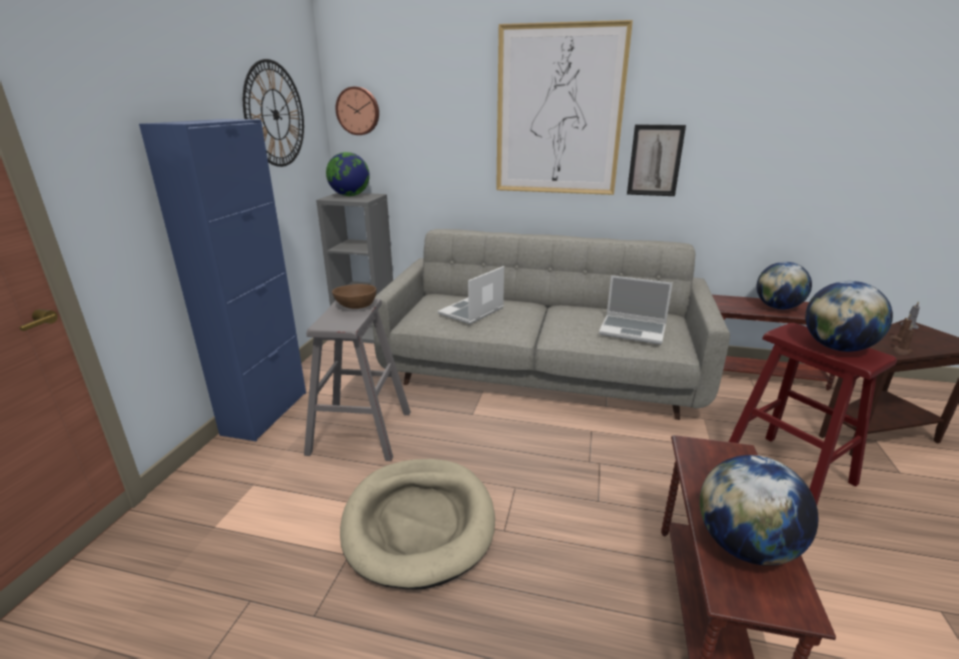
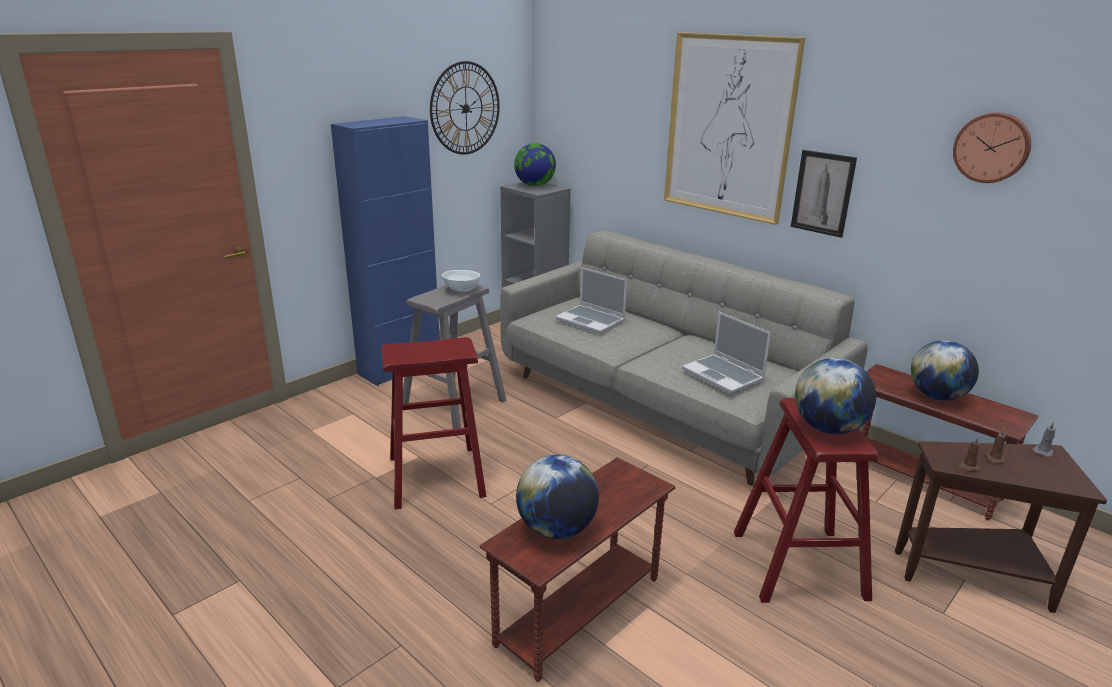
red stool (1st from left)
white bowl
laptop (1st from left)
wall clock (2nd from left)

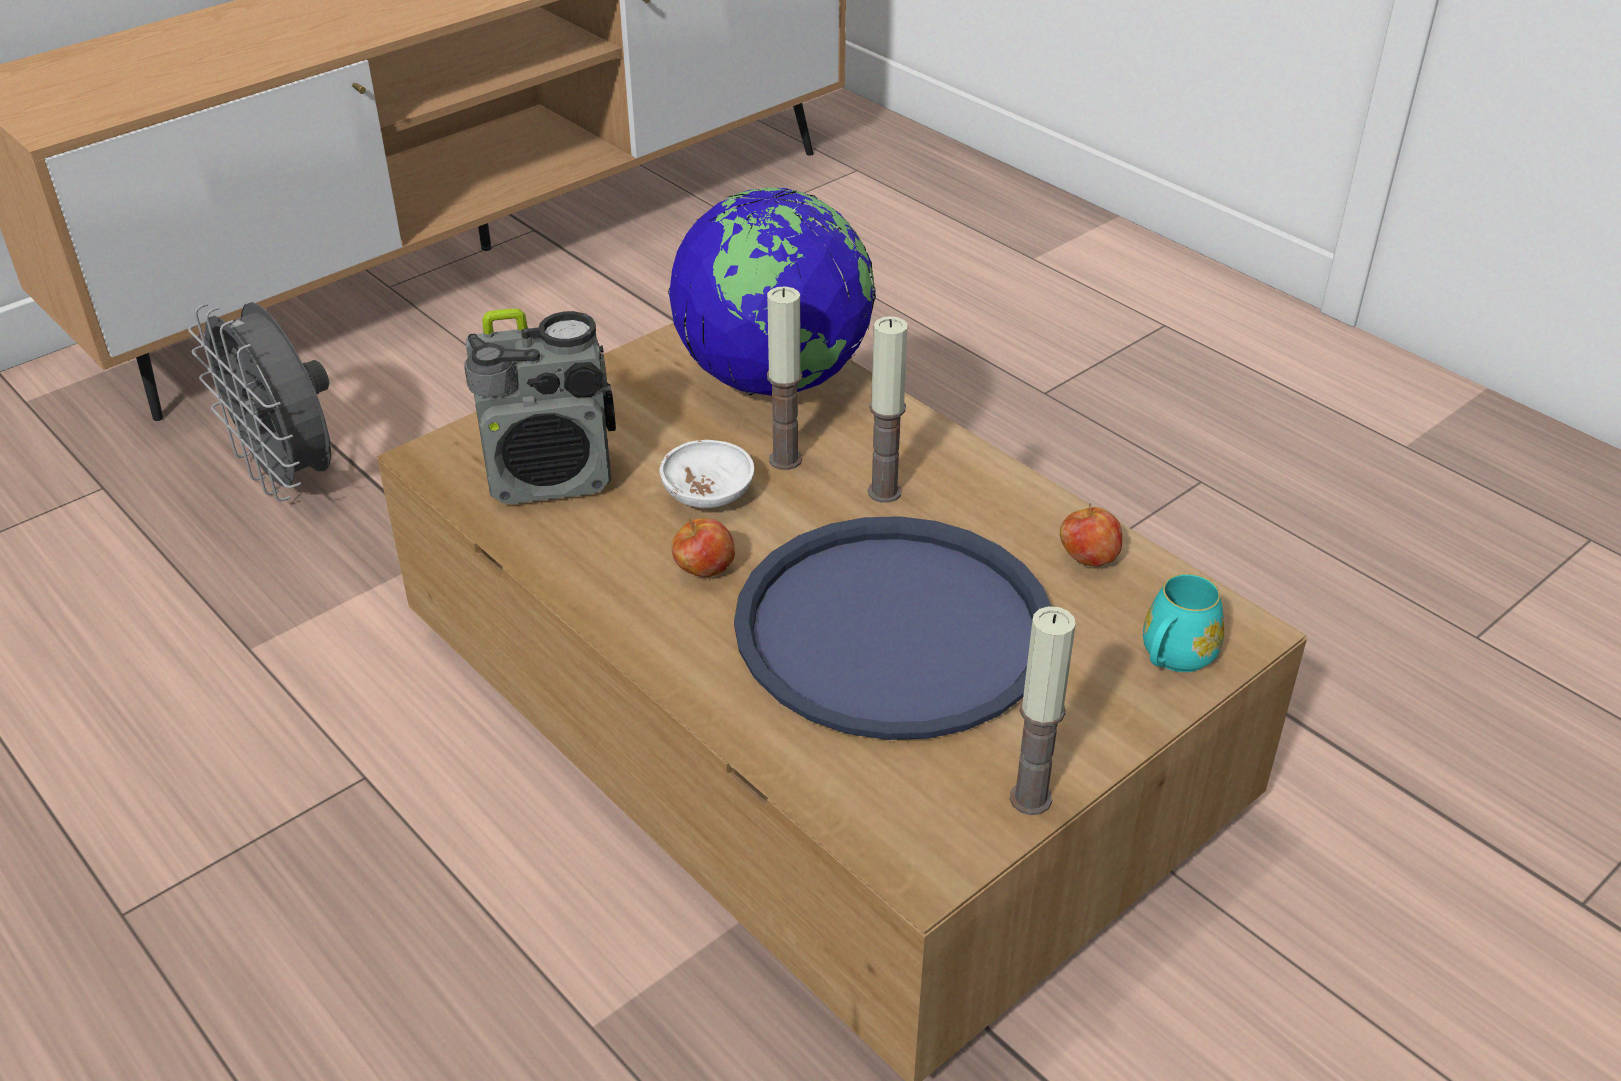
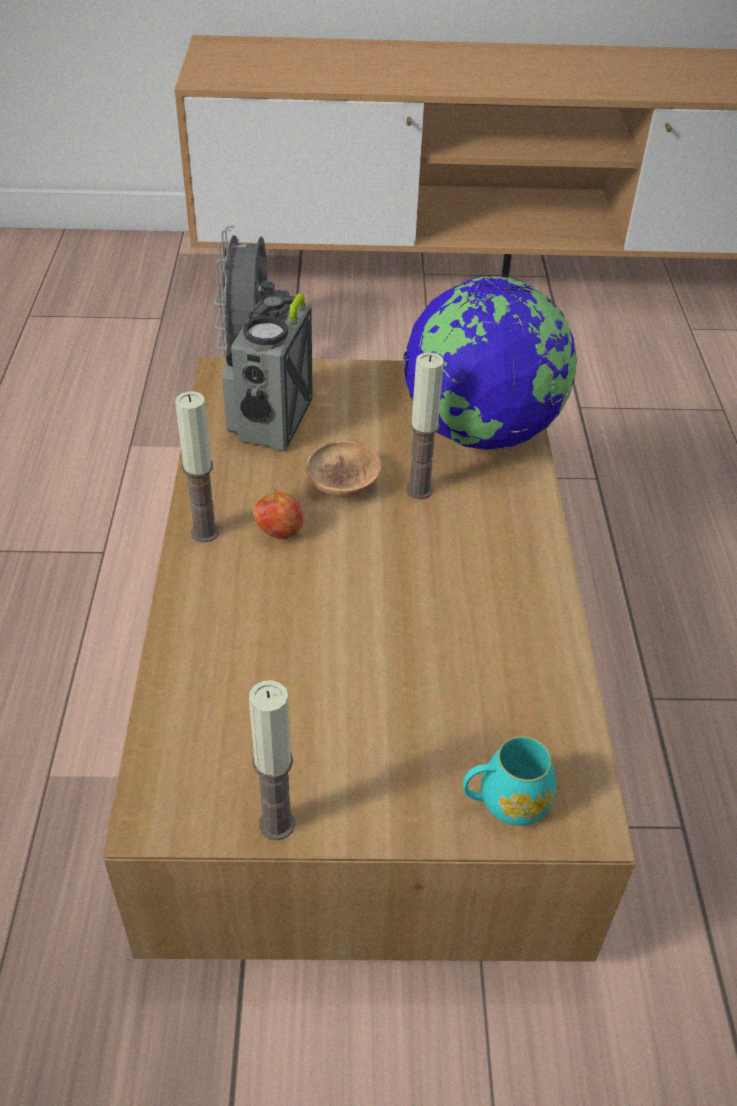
candle (1st from left)
radio
brown bowl
blue tray
apple (2nd from left in the first image)

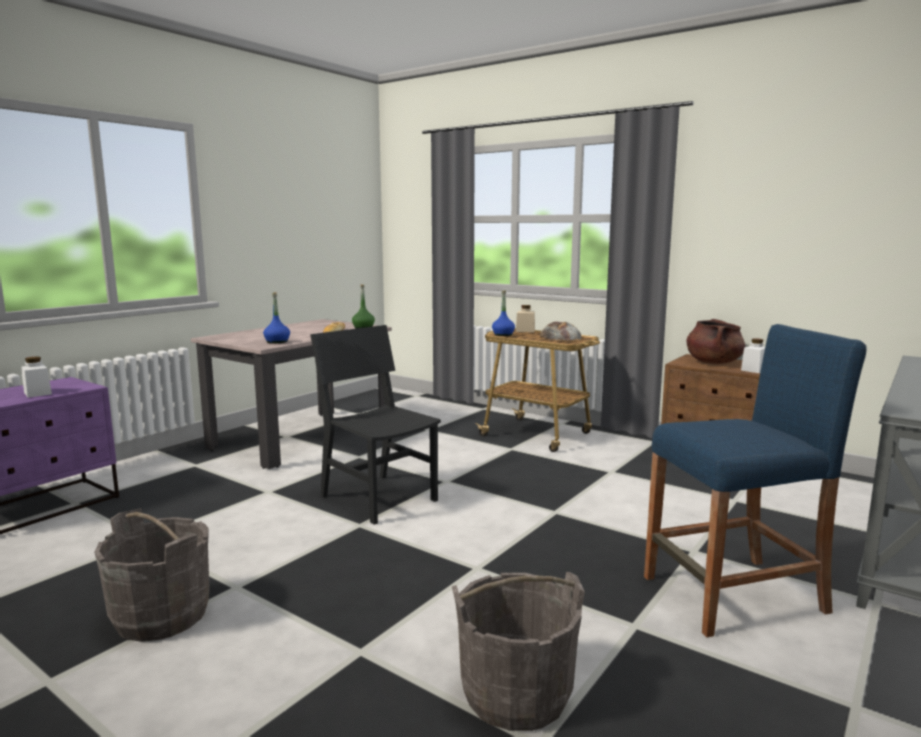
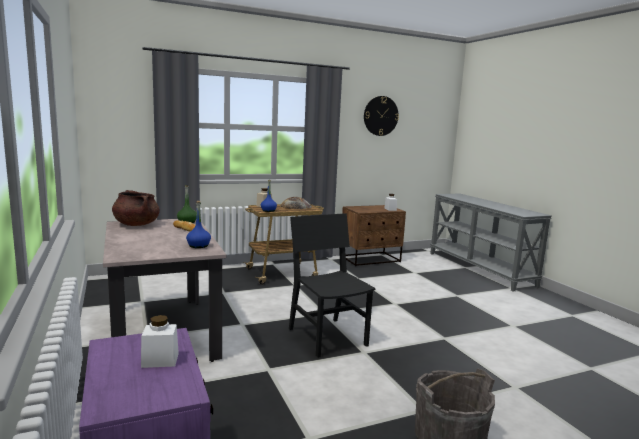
brown cooking pot
black chair
wall clock
grey bucket (2nd from left in the first image)
blue stool

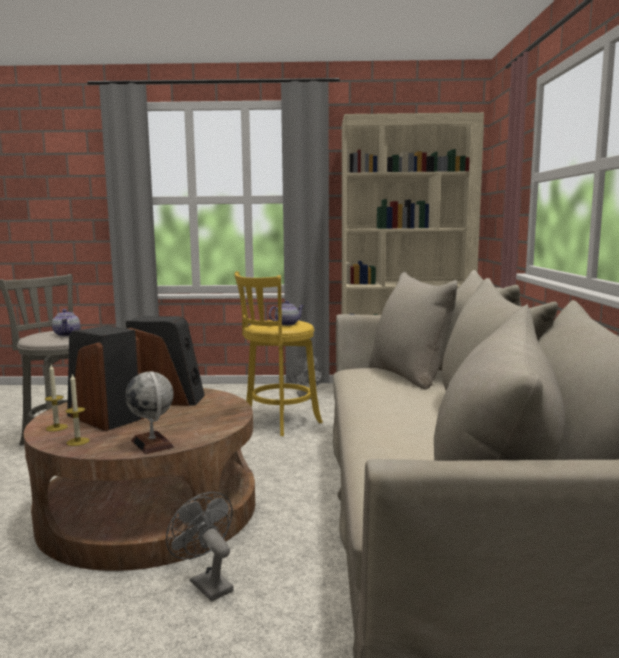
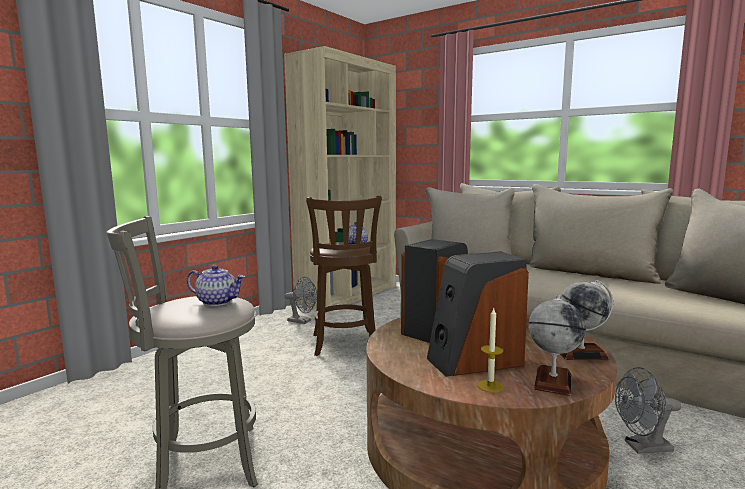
brown stool
globe (1st from left)

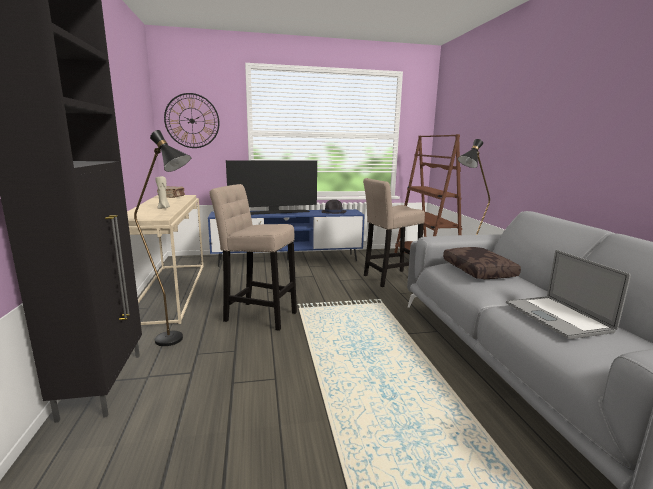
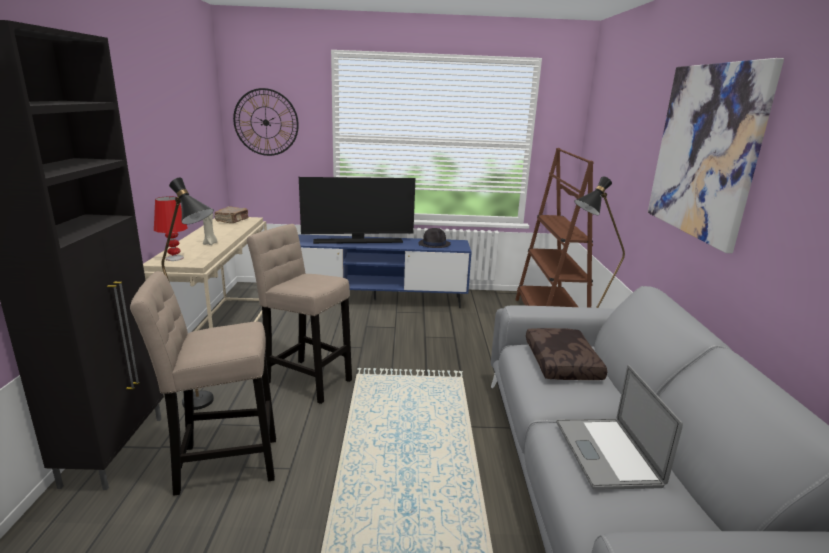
beige stool (1st from left)
red table lamp
picture

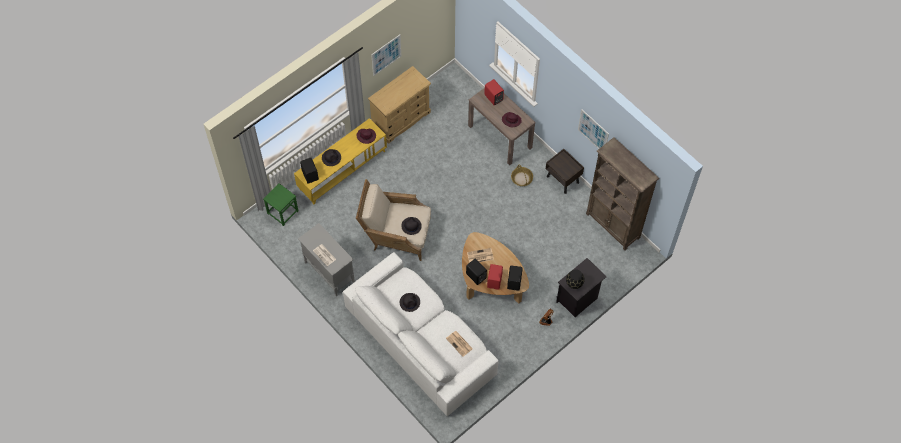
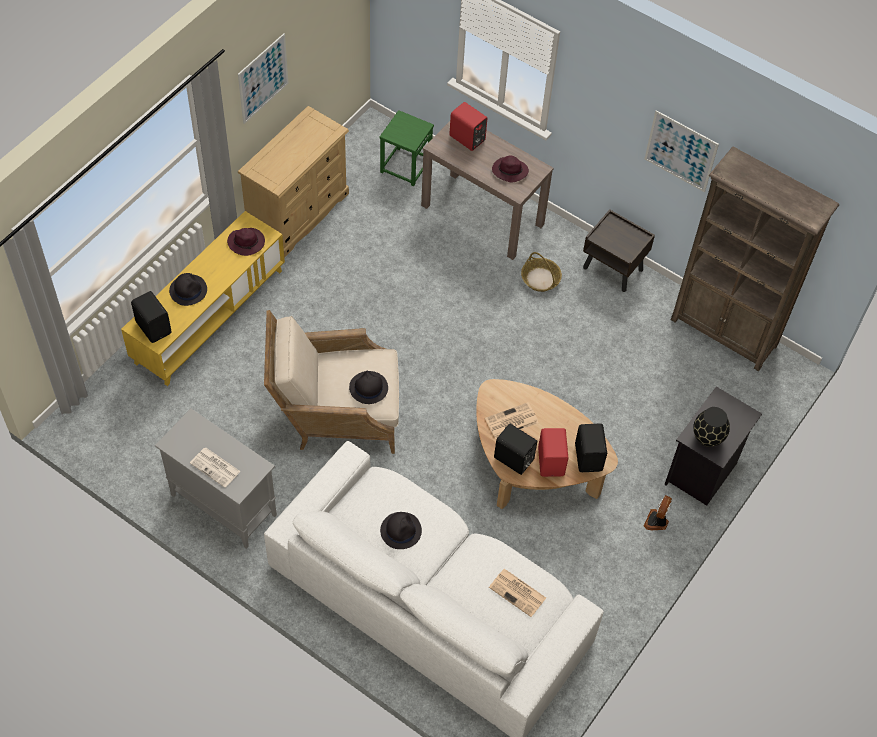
green stool

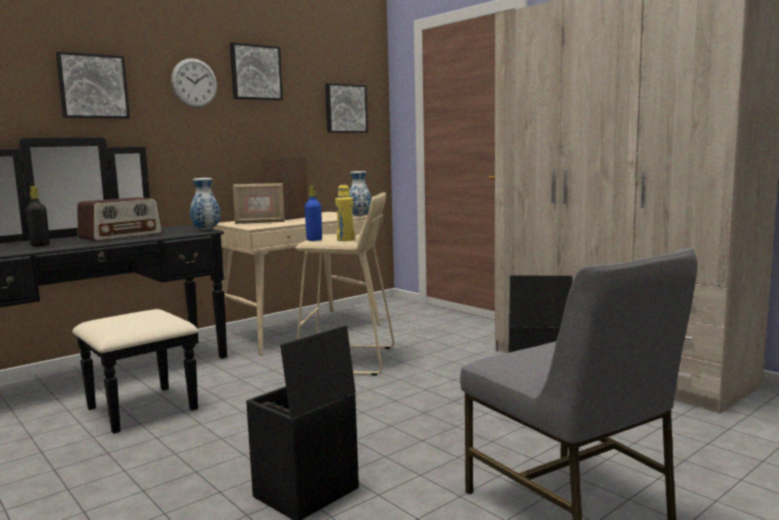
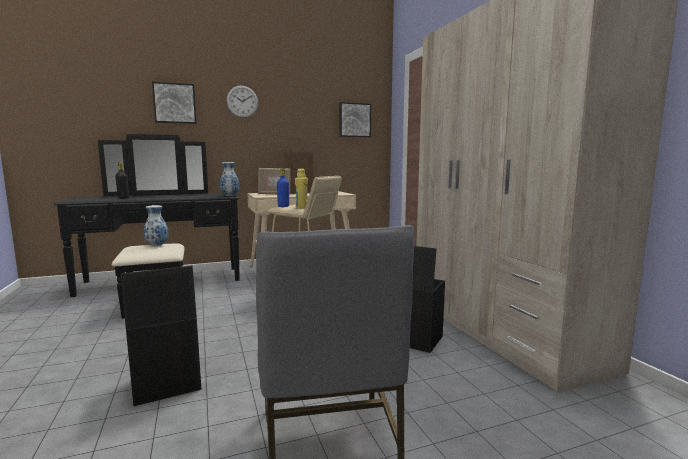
vase (1st from left)
radio
picture (2nd from left in the first image)

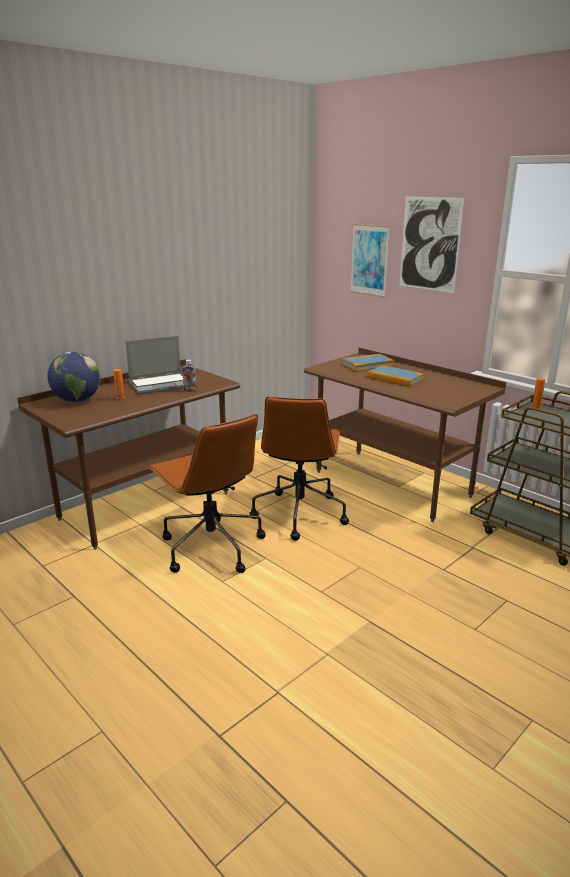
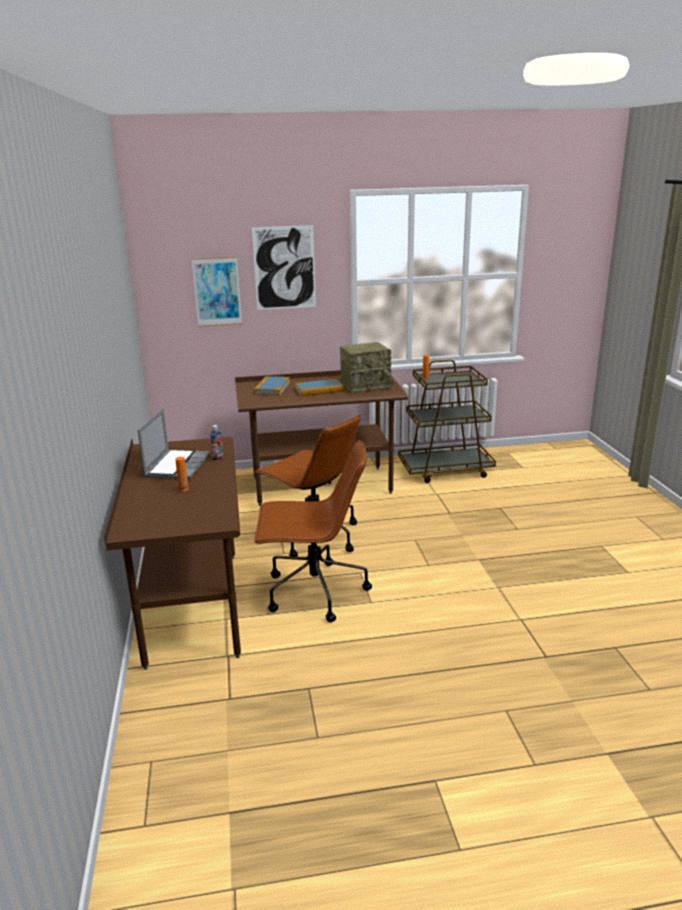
radio
globe

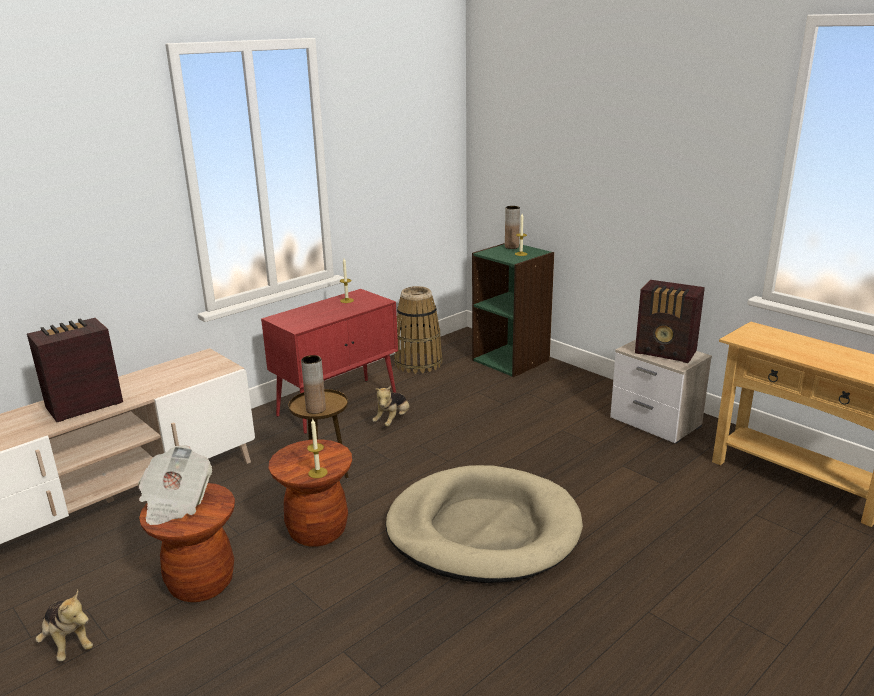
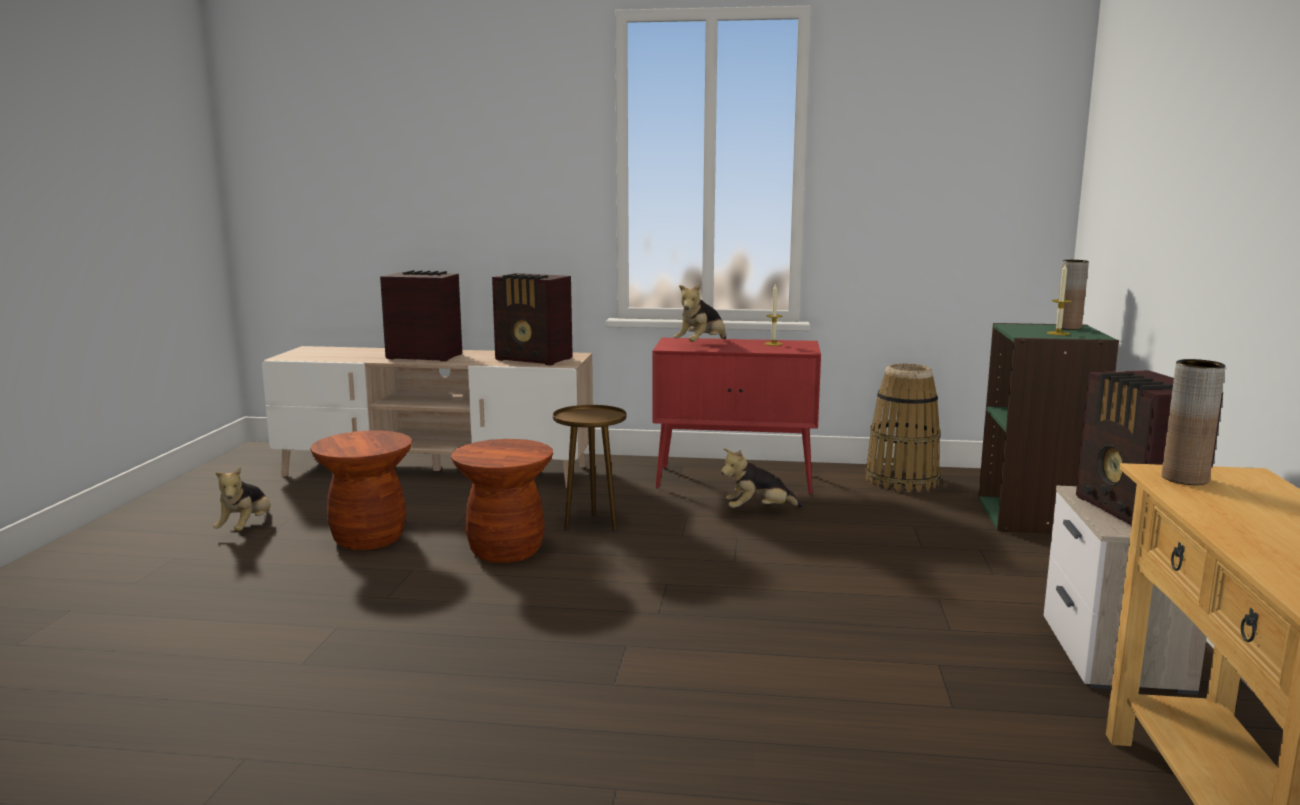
radio (2nd from left)
plush toy (2nd from left)
brown vase (2nd from left)
newspaper
candle (1st from left in the first image)
beige dog bed

